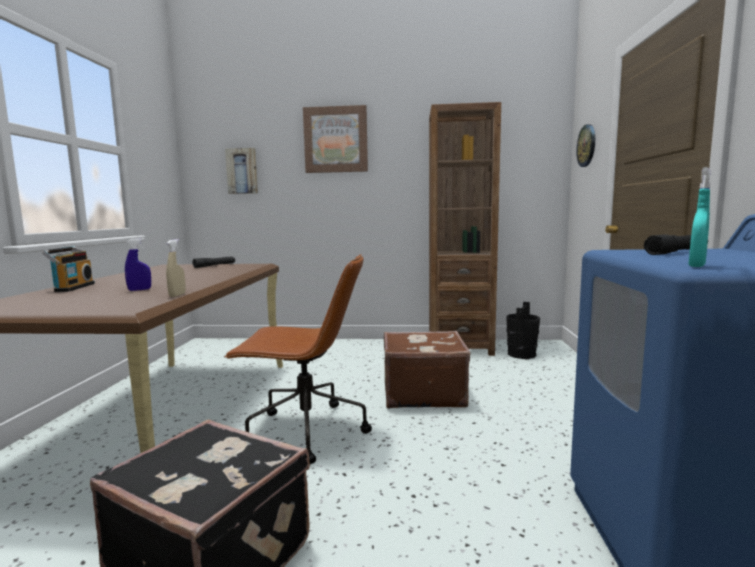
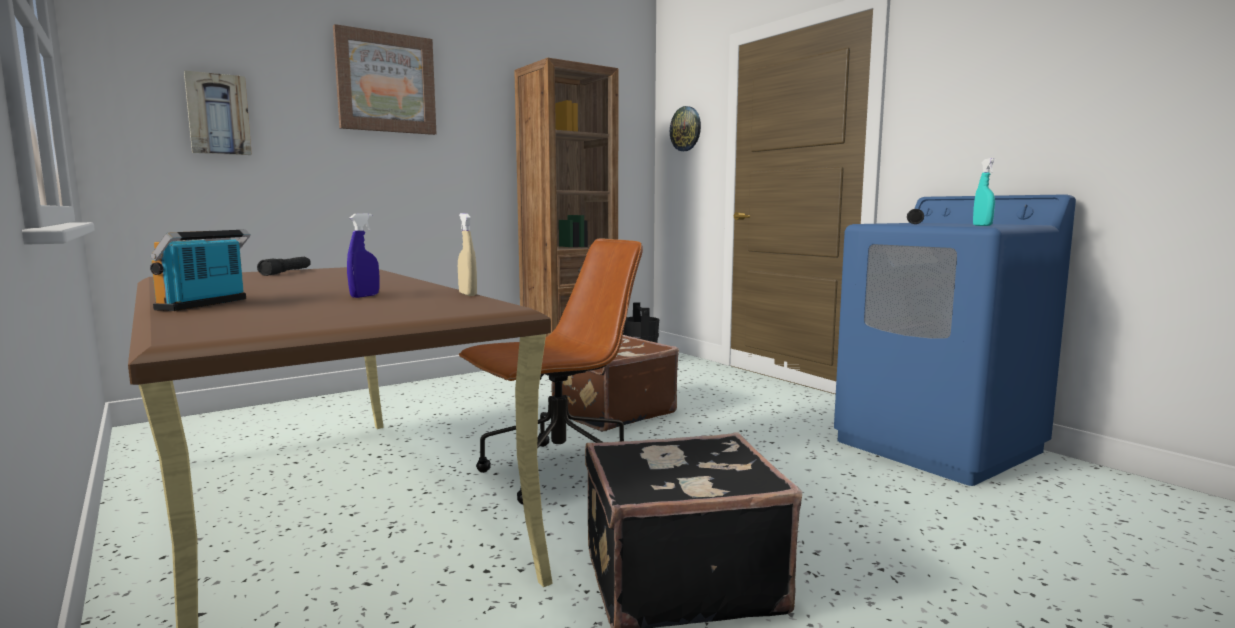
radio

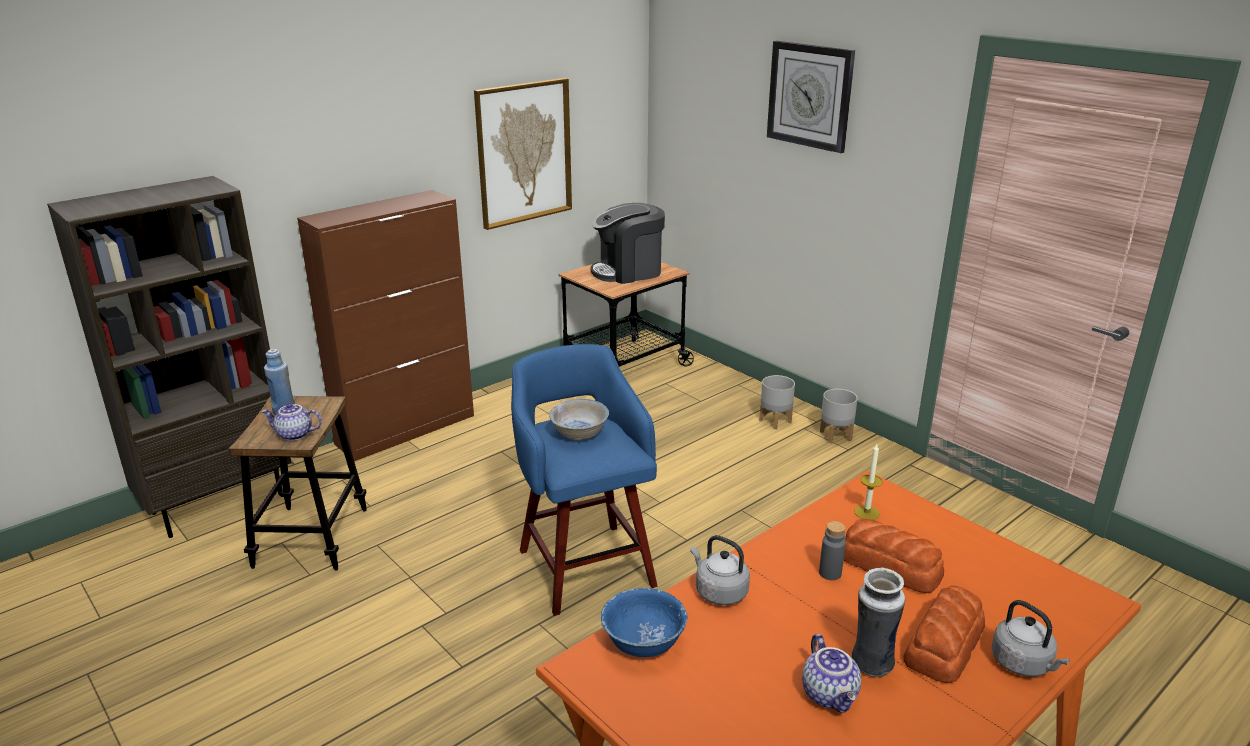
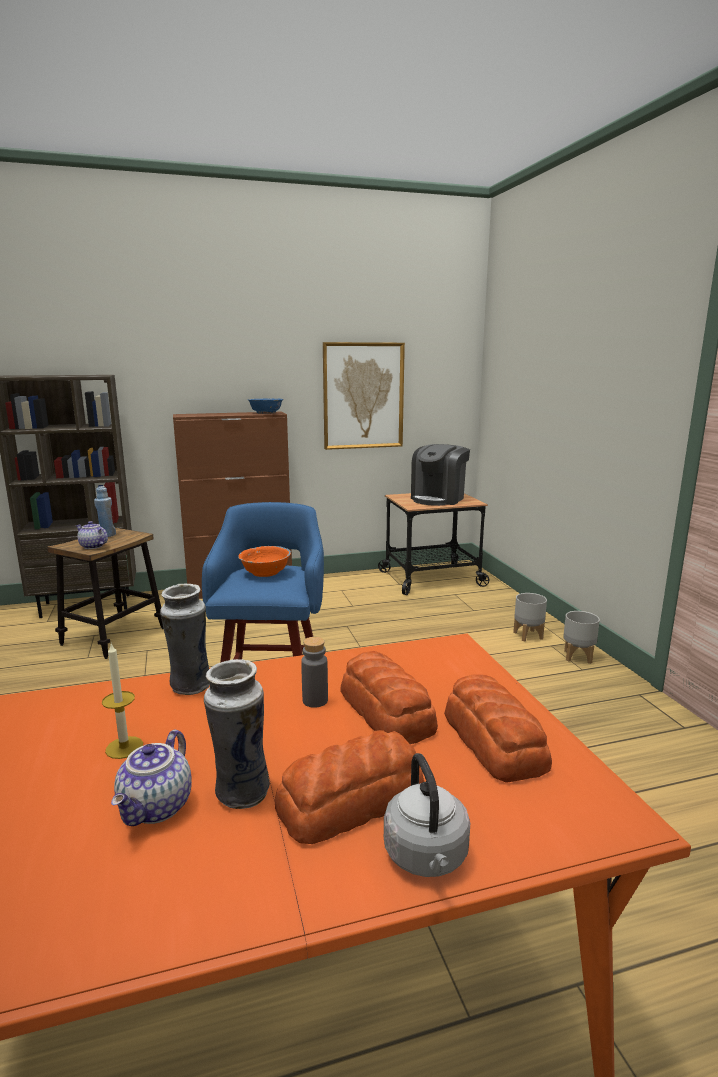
candle
vase (1st from left)
orange bowl
blue bowl
coffee machine
bread (3rd from left)
wall clock

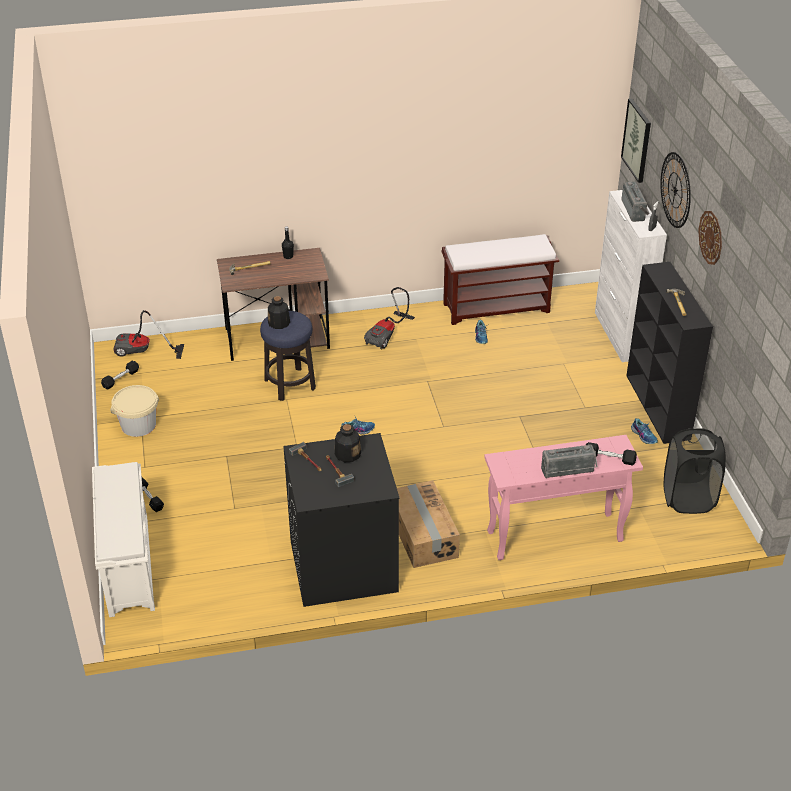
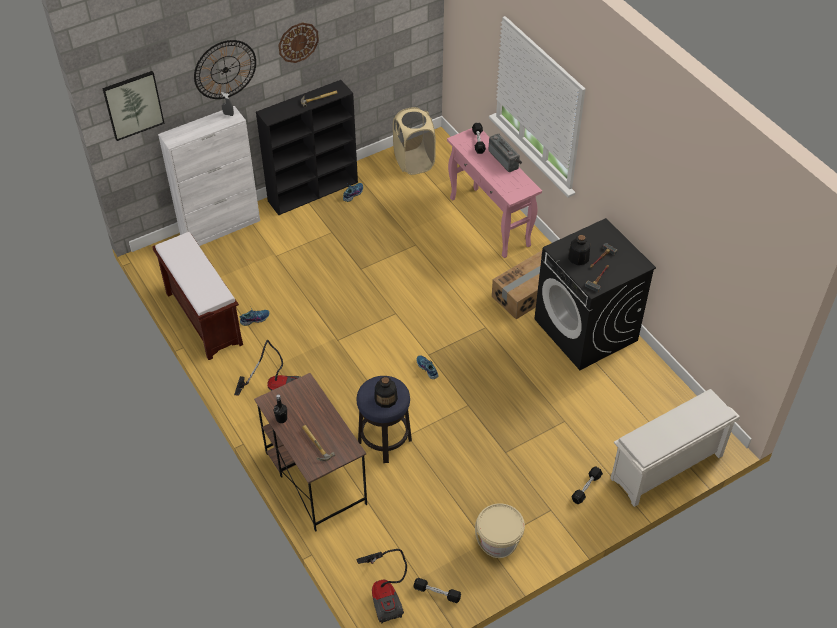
beige laundry basket
radio (2nd from left in the first image)

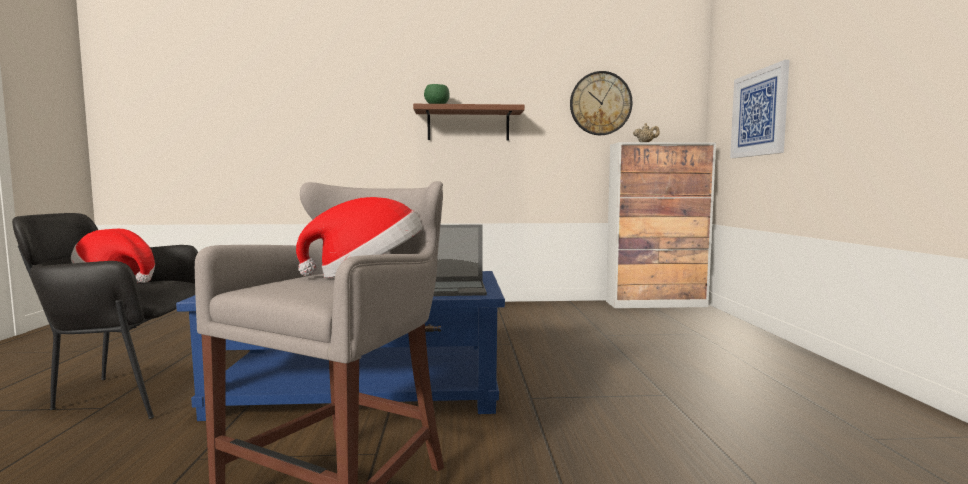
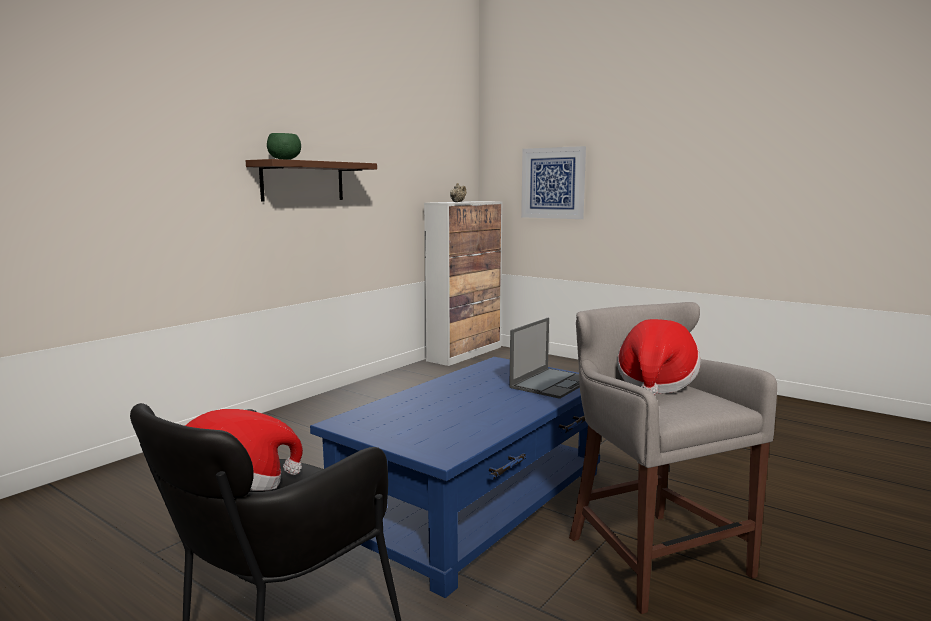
wall clock

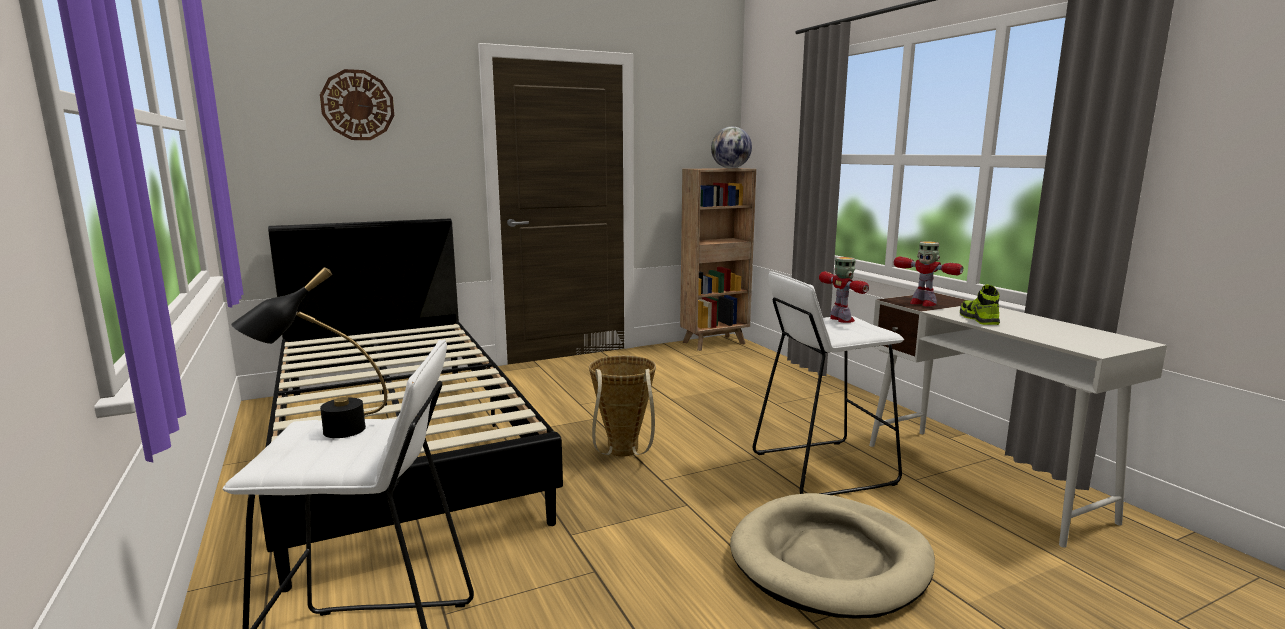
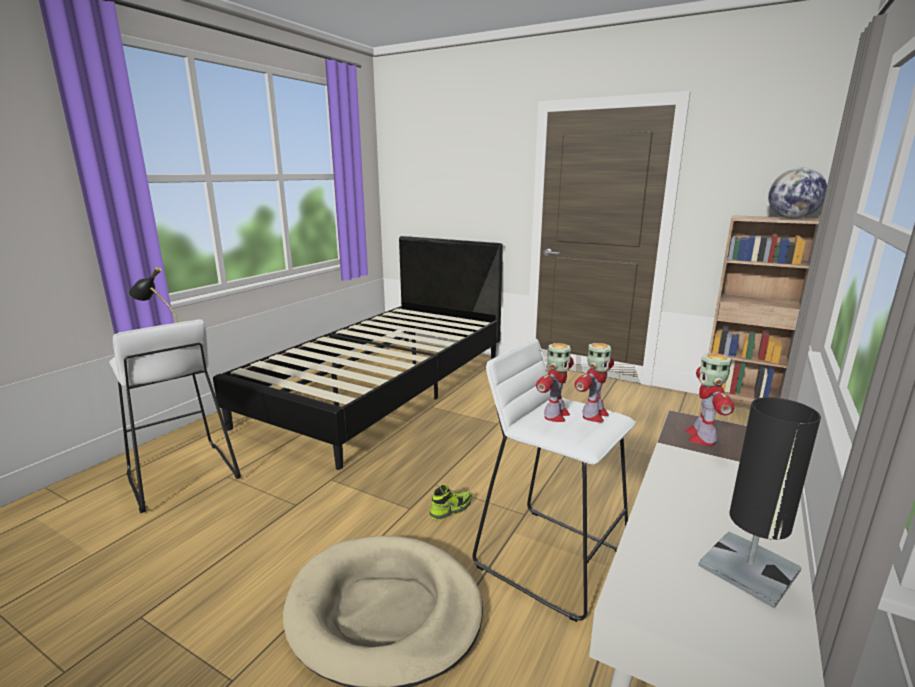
shoe
toy robot (1st from left)
black table lamp (2nd from left)
wall clock
basket

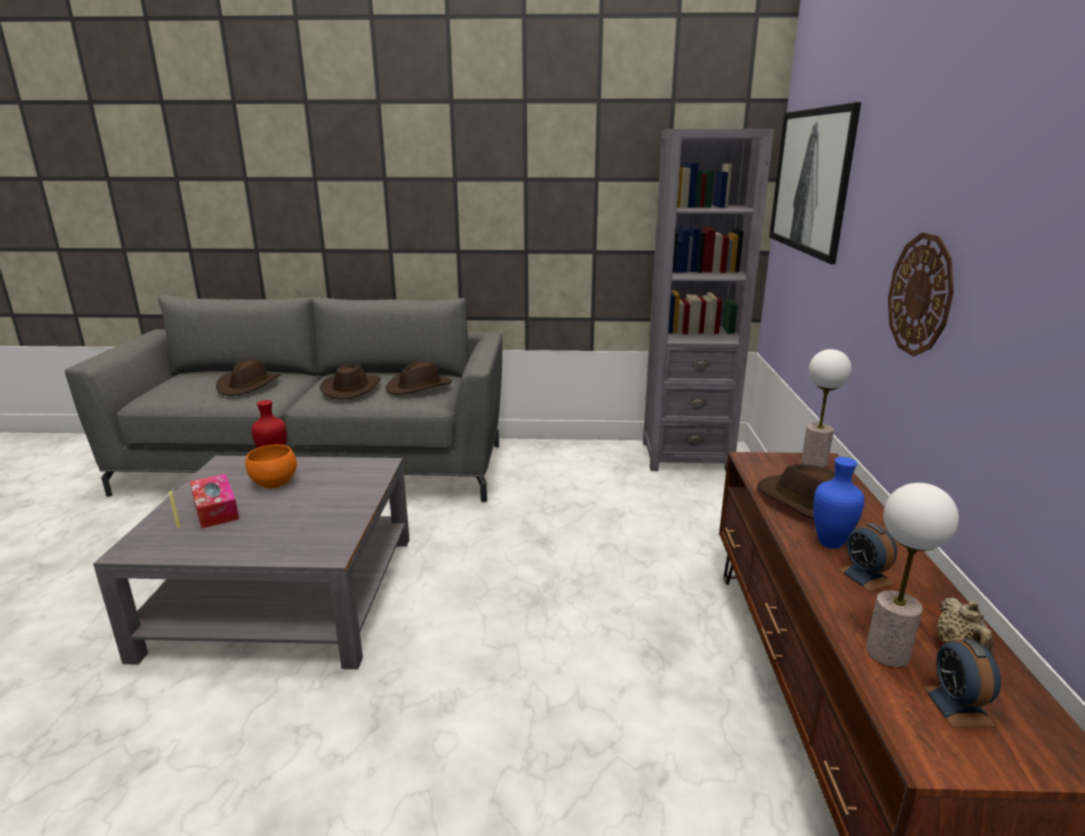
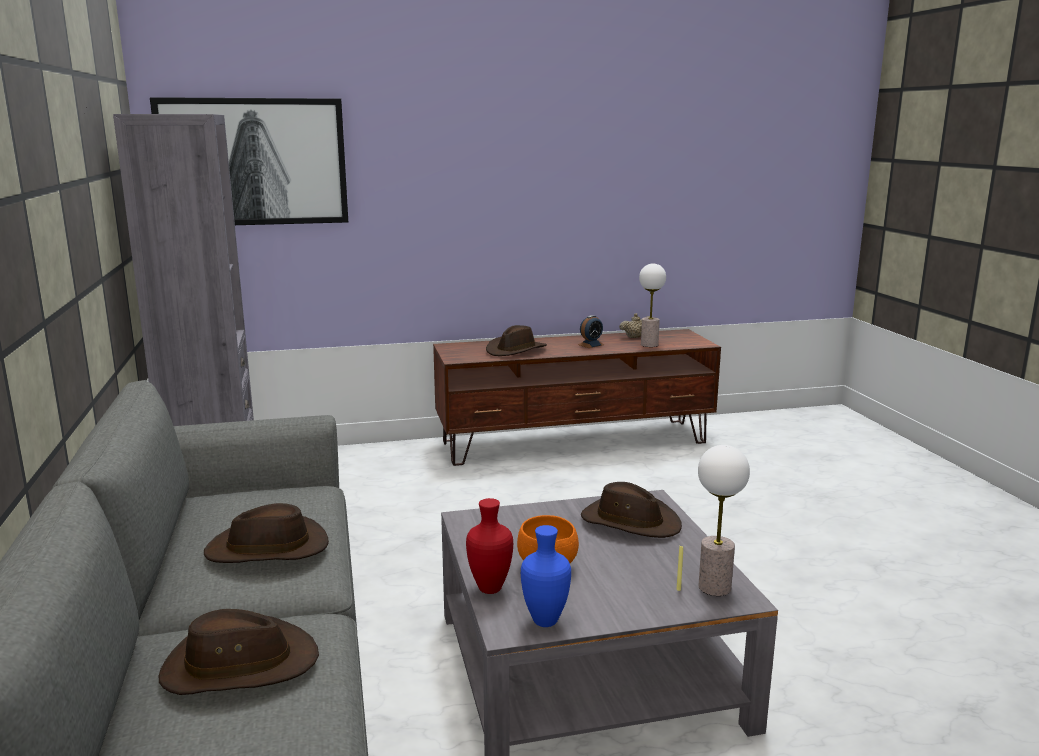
blue vase
brown hat (4th from left)
table lamp (2nd from left)
tissue box
wall clock
alarm clock (2nd from left in the first image)

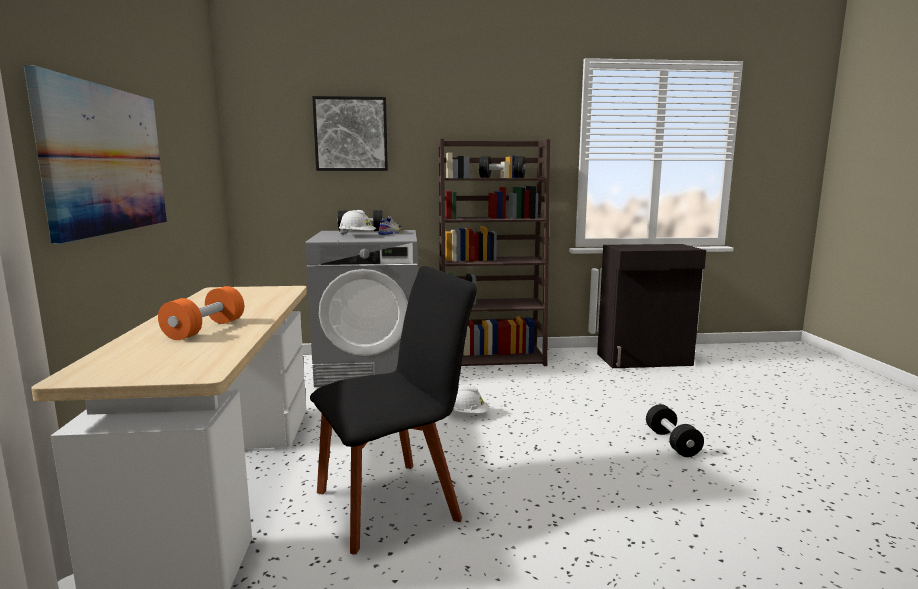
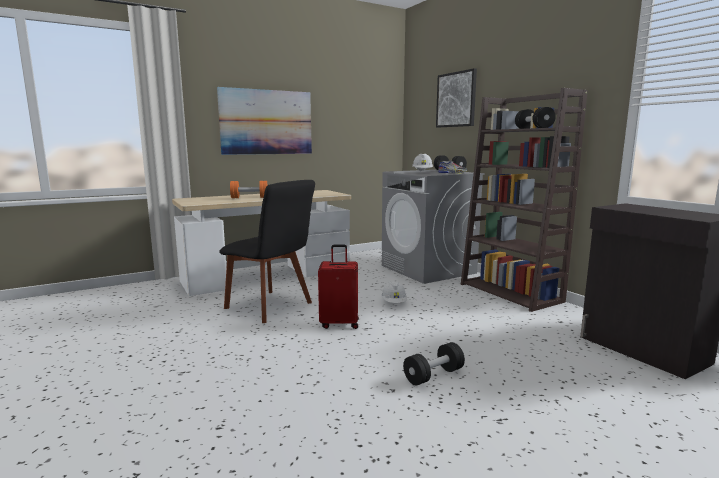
red suitcase

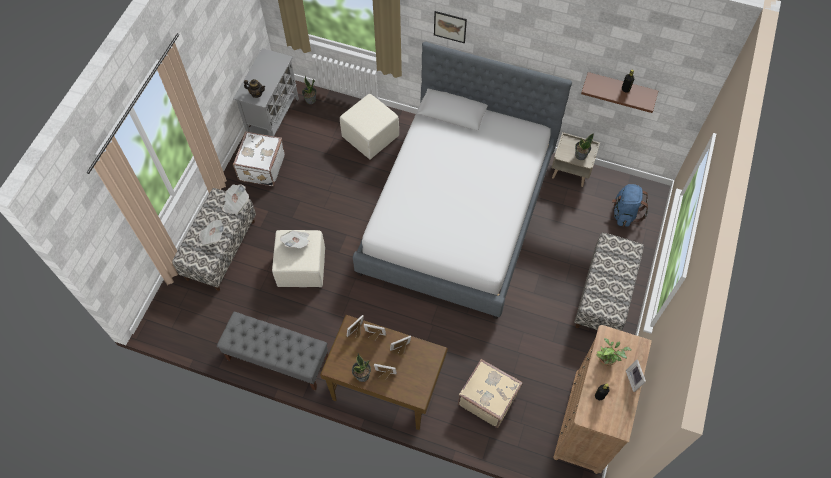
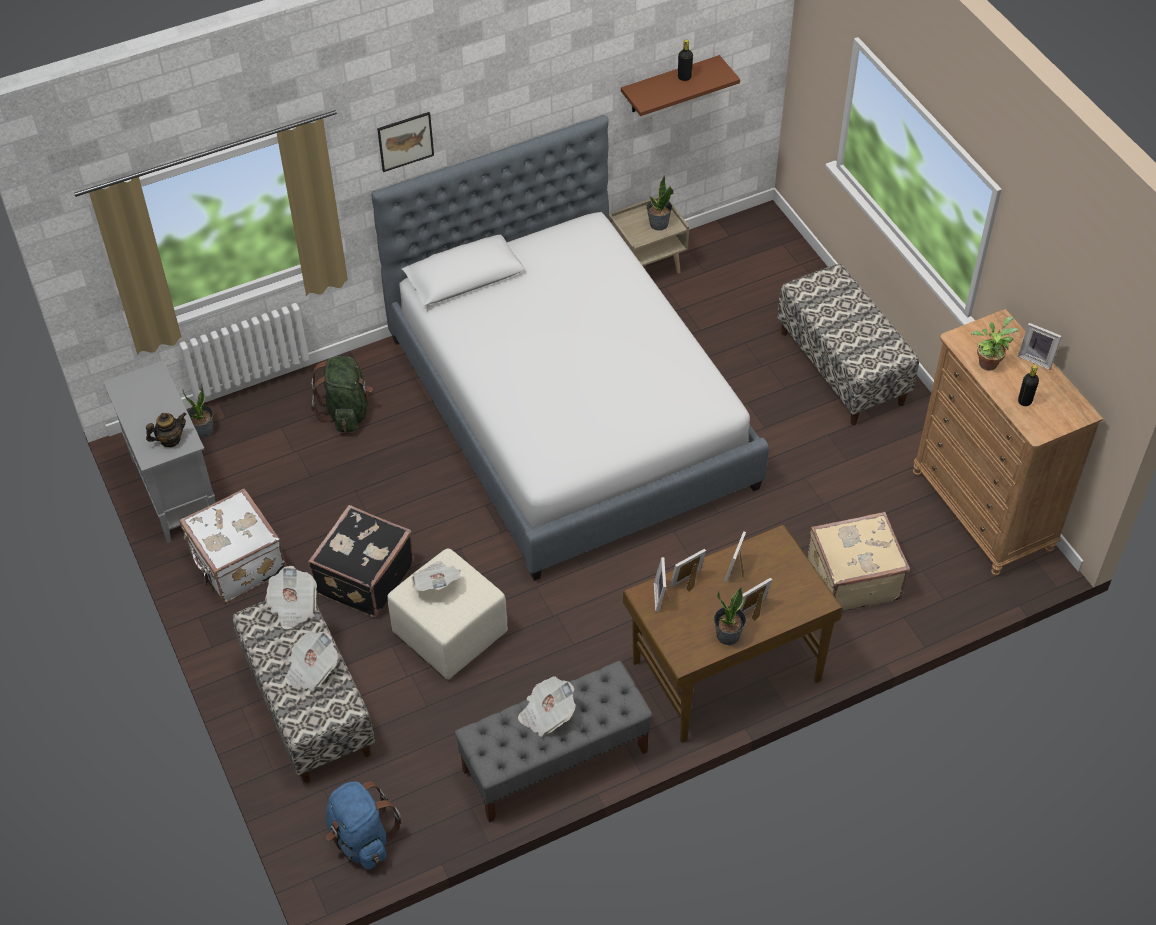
black suitcase
green backpack
blue backpack
newspaper (4th from left)

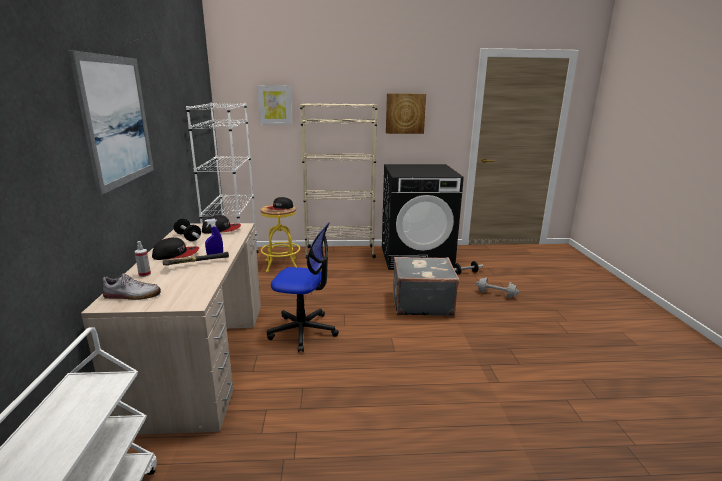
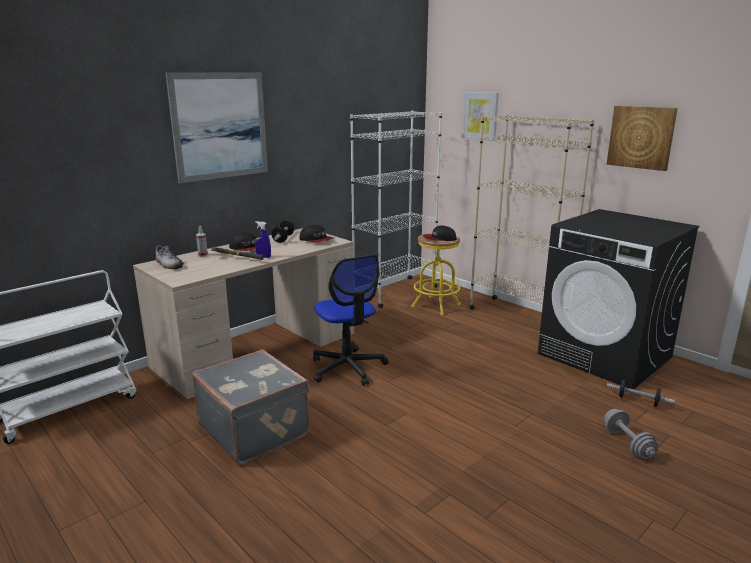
grey suitcase

